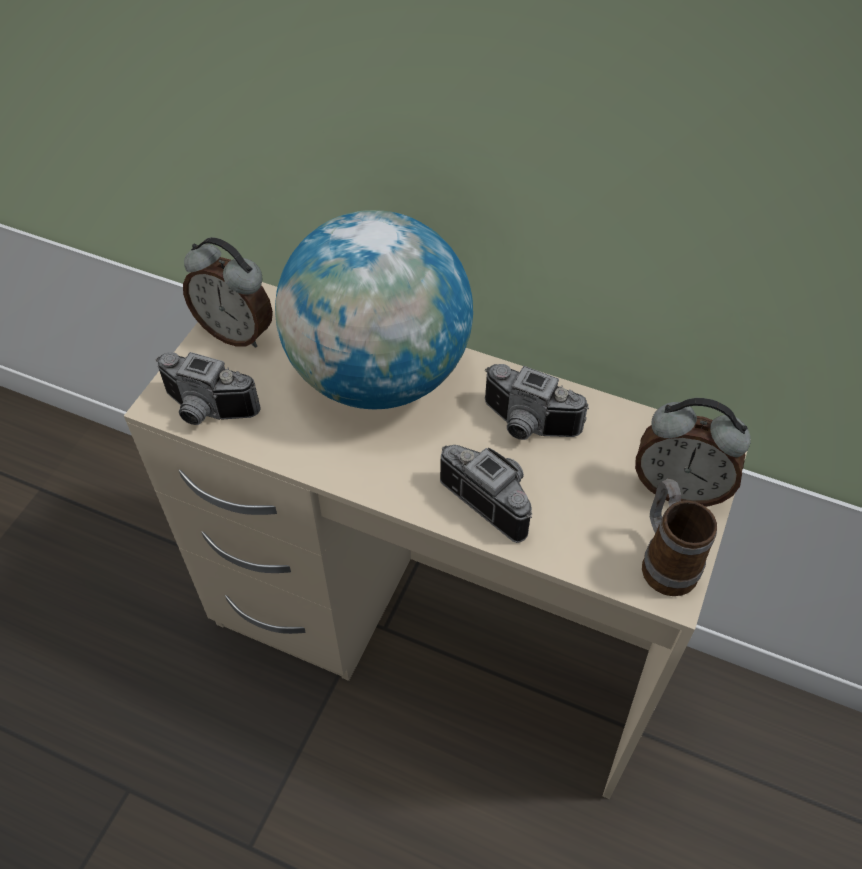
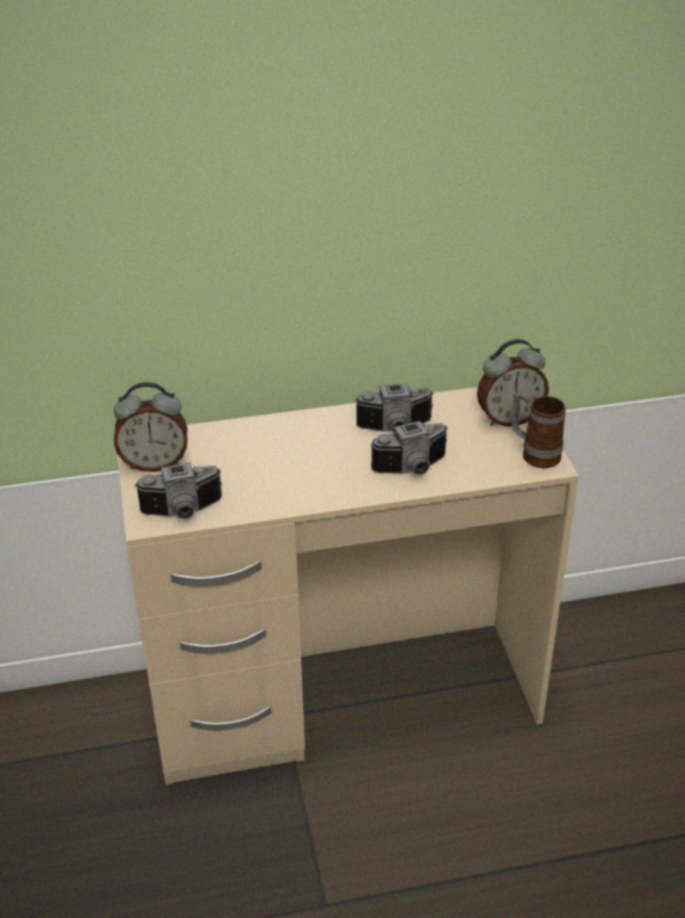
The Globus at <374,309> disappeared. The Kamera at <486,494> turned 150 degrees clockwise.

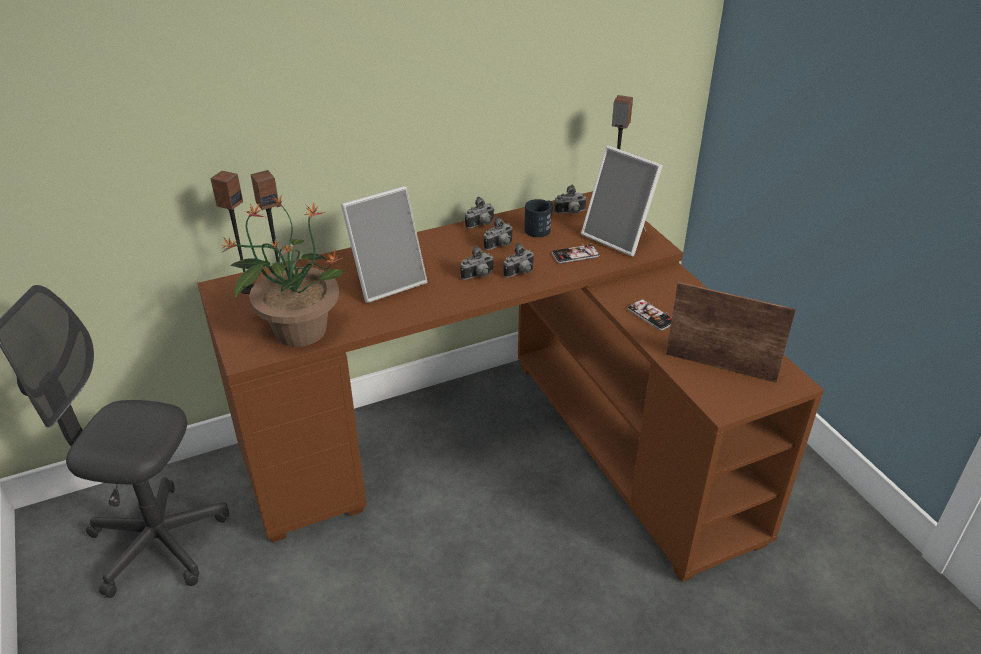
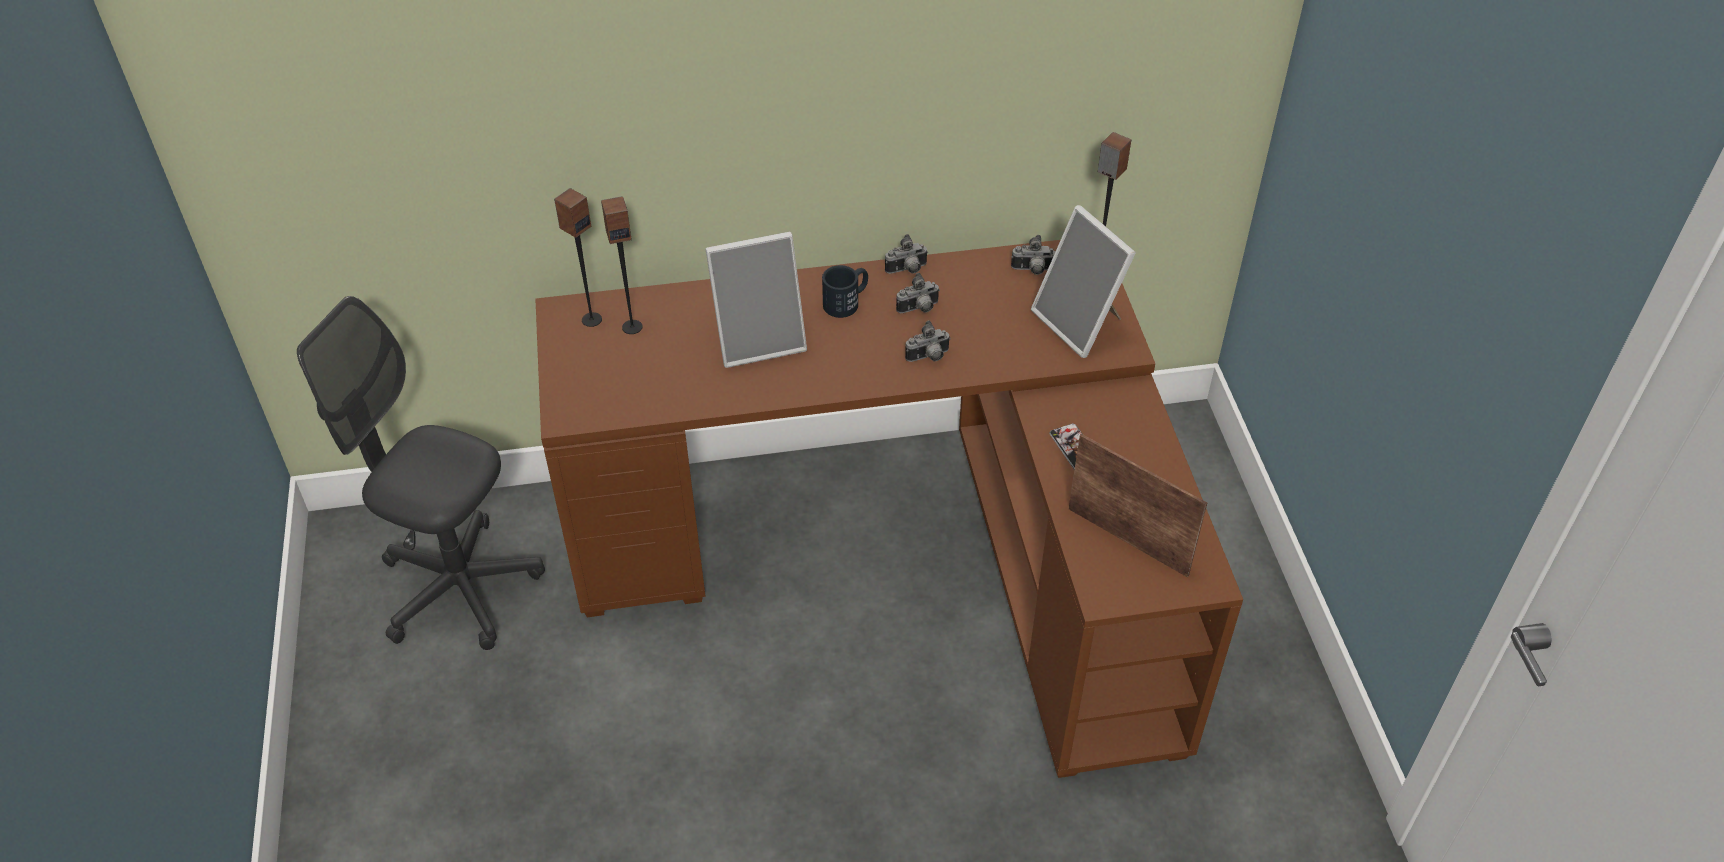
The Topfpflanze at <283,271> disappeared. The Kamera at <477,263> disappeared. The Handy at <576,253> disappeared. The Henkelbecher (schwarz) moved from <538,218> to <845,291>.

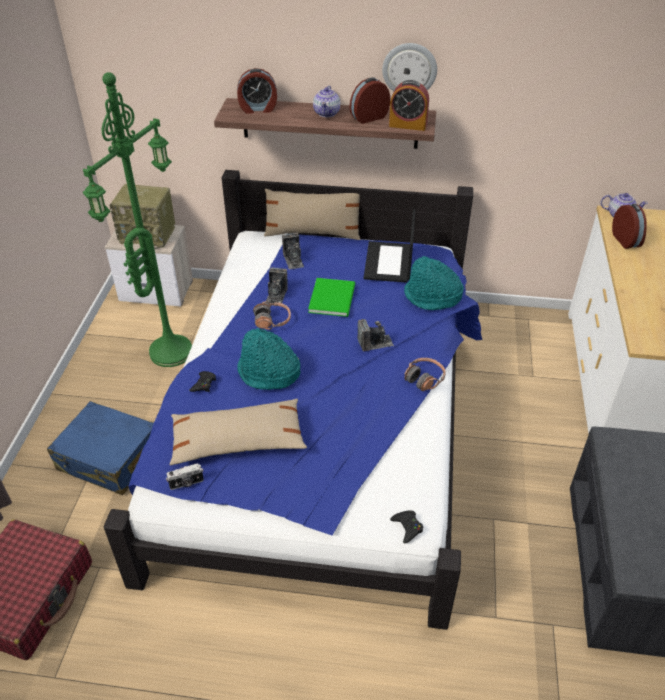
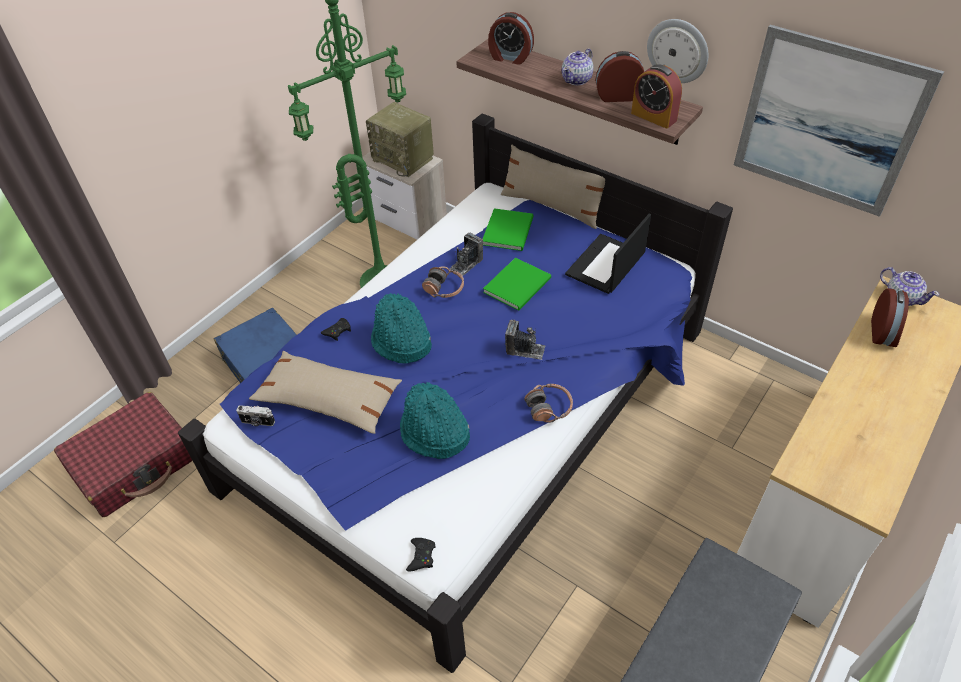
The Bild at <839,121> appeared. The Hut (türkis) moved from <434,283> to <435,420>. The Kamera at <293,251> was replaced by the Buch (grün) at <508,229>.

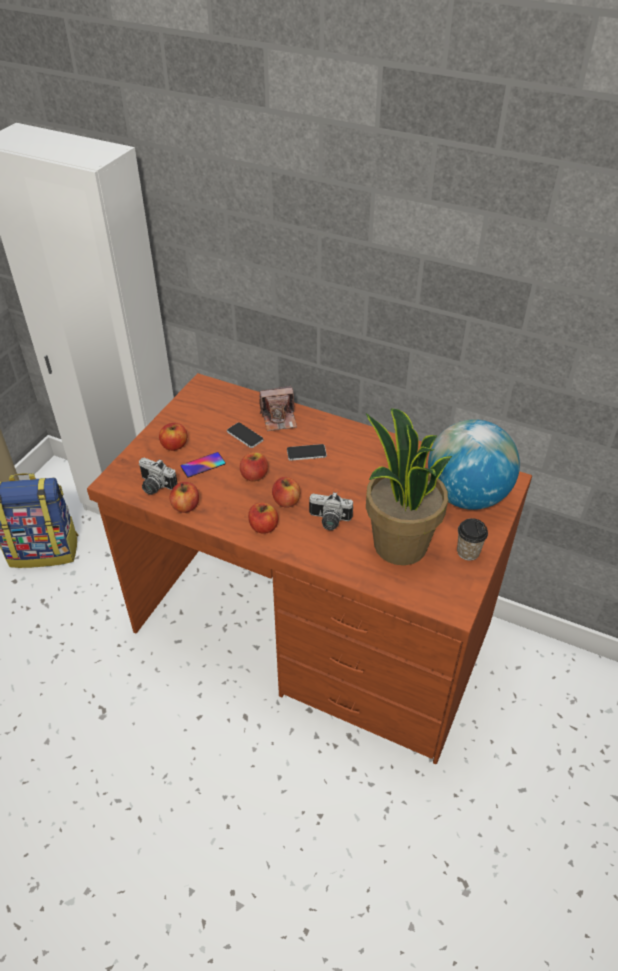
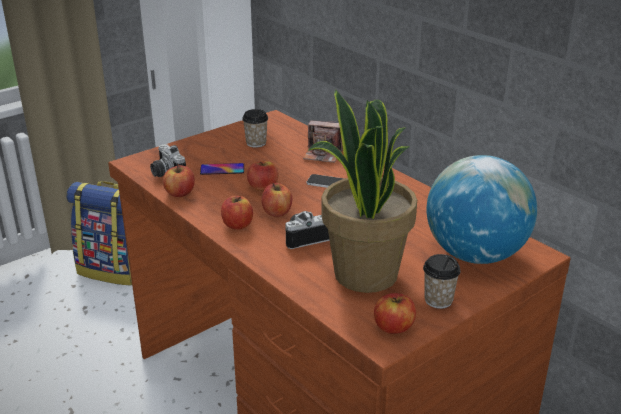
The Handy at <245,435> disappeared. The Tasse at <255,128> appeared. The Apfel moved from <173,437> to <395,313>. The Kamera at <331,511> turned 120 degrees clockwise.

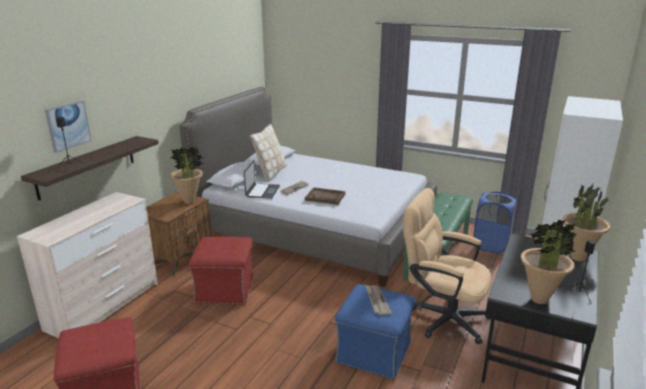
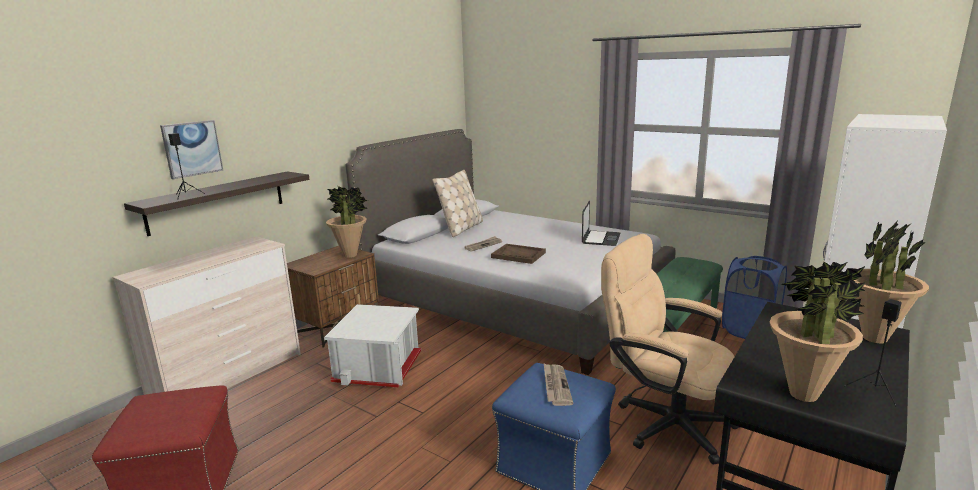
The Laptop moved from <262,179> to <601,223>. The Polsterhocker (rot) at <221,271> was replaced by the Aufbewahrungsbox (weiß) at <372,345>.

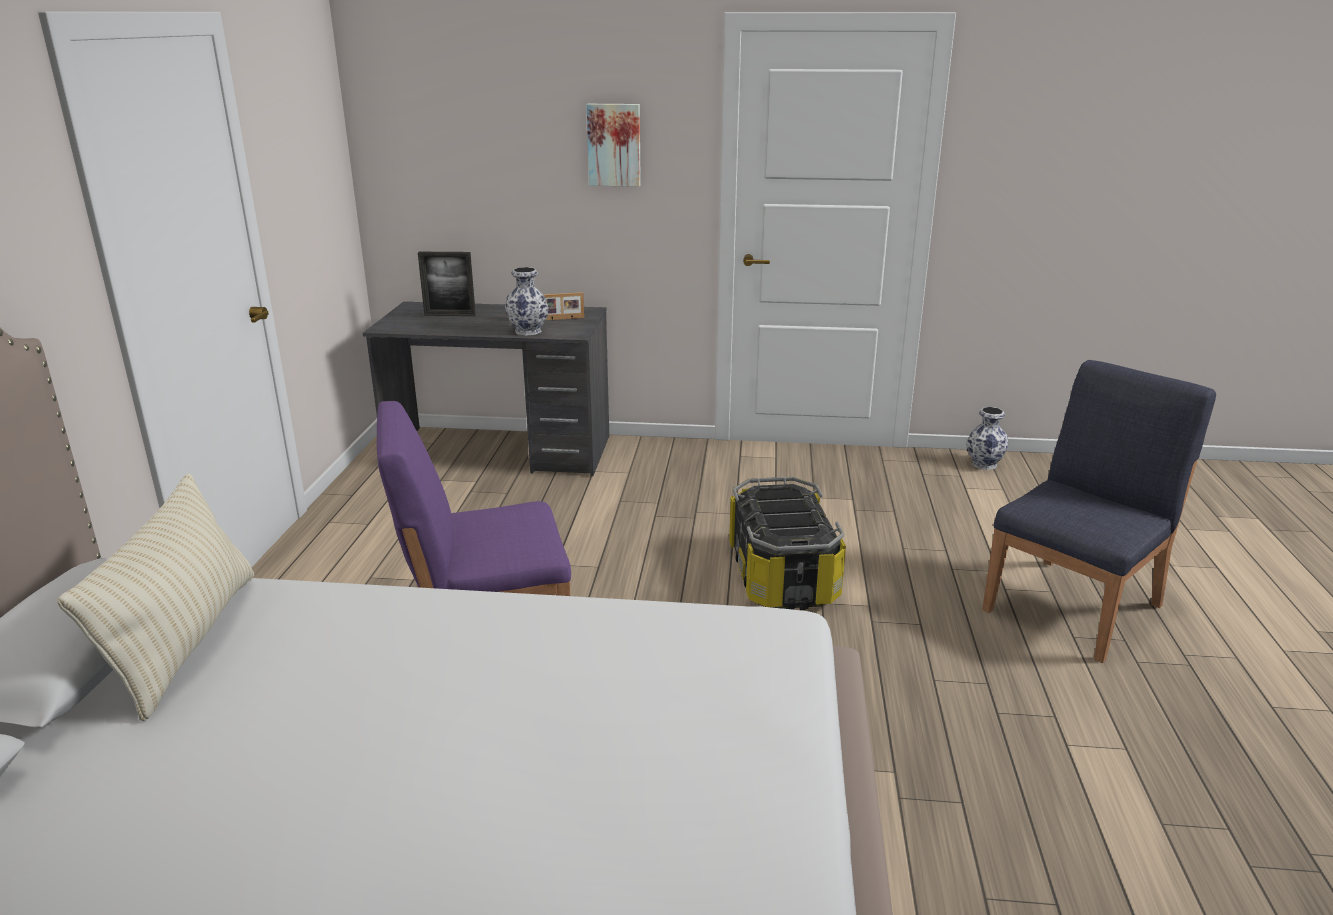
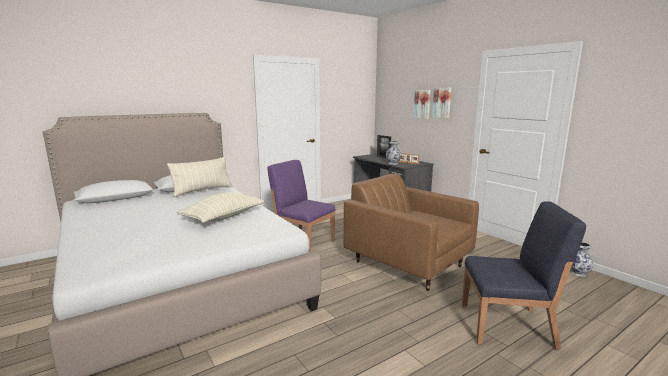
The Kissen (beige) at <220,207> appeared. The Bild at <422,104> appeared. The Aufbewahrungsbox at <787,543> was replaced by the Sessel (braun) at <411,232>.

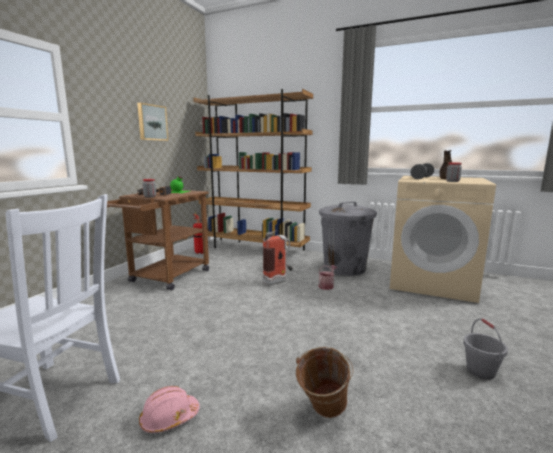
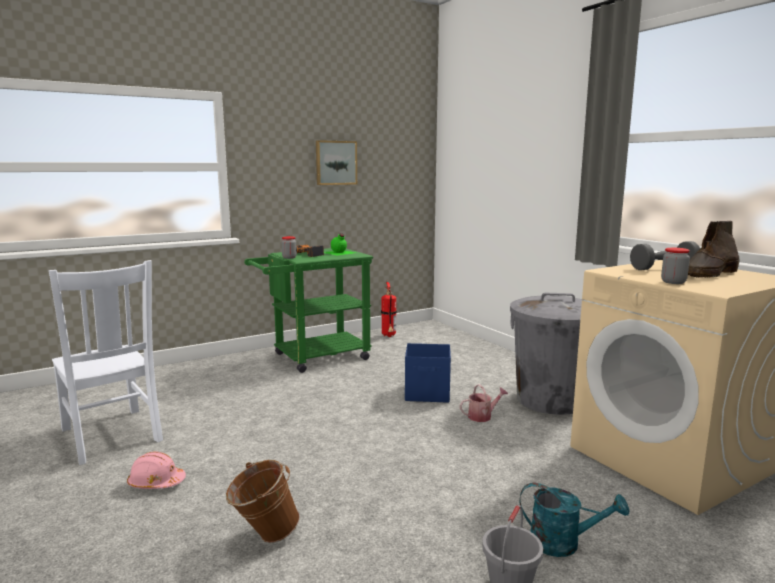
The Bücherregal (braun) at <253,170> disappeared. The Gießkanne (türkis) at <574,520> appeared. The Feuerlöscher at <277,257> was replaced by the Aufbewahrungsbox (blau) at <428,373>. The Rollwagen (braun) at <158,239> became the Rollwagen (grün) at <308,310>.

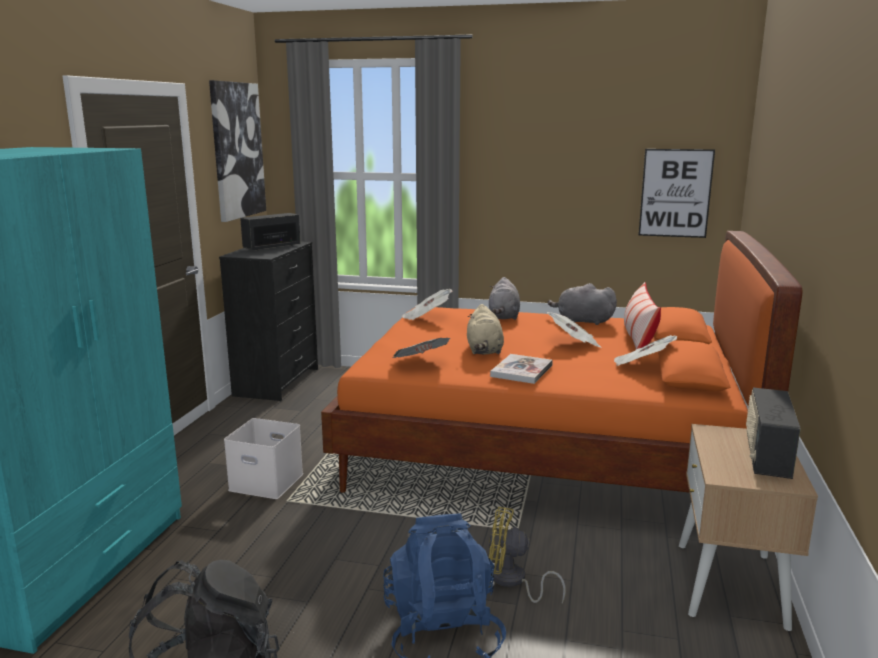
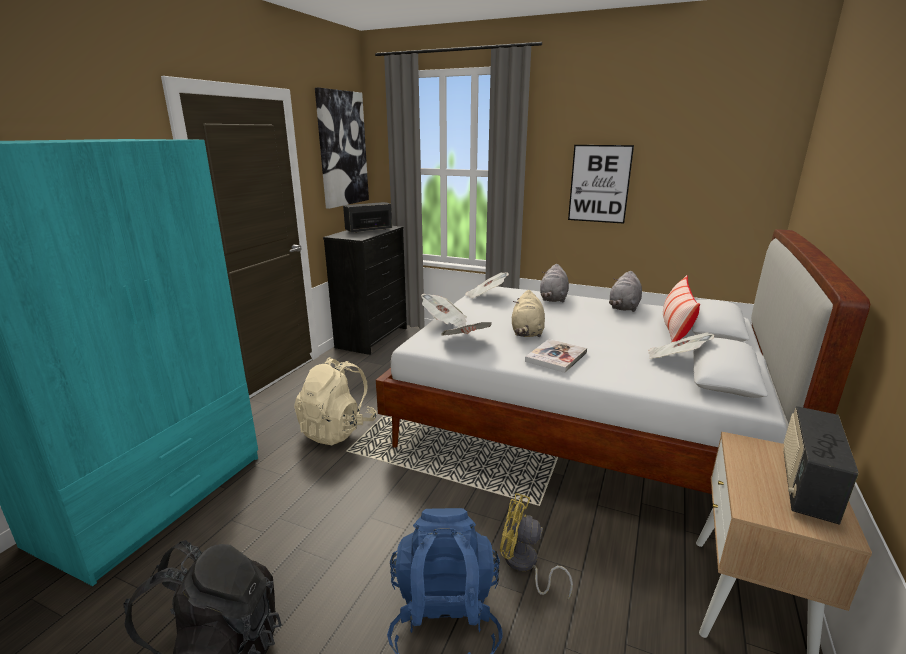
The Zeitung moved from <574,330> to <444,310>. The Bild moved from <677,193> to <601,184>. The Aufbewahrungsbox (weiß) at <263,458> was replaced by the Rucksack (beige) at <335,401>. The Bett (orange) at <562,362> became the Bett (weiß) at <623,361>. The Plüschtier (grau) at <582,304> turned 90 degrees counterclockwise.

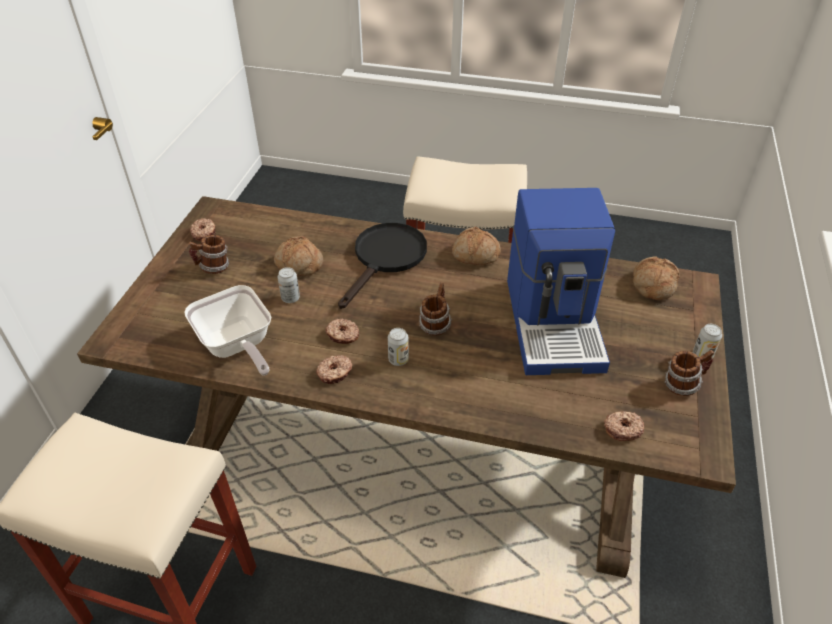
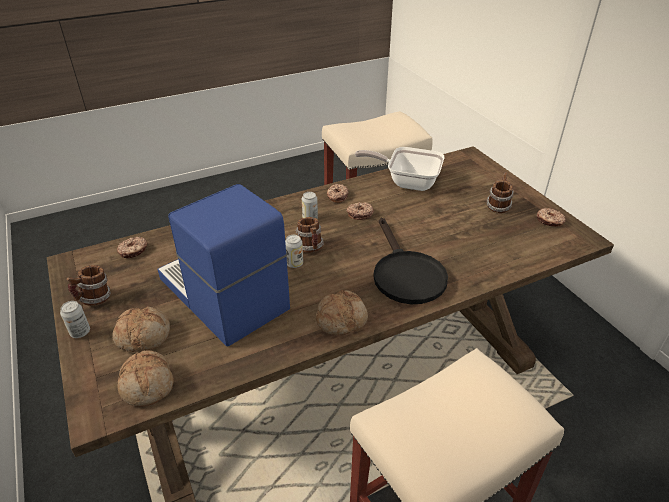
The Brot moved from <298,256> to <141,329>. The Dose moved from <289,285> to <294,251>.

